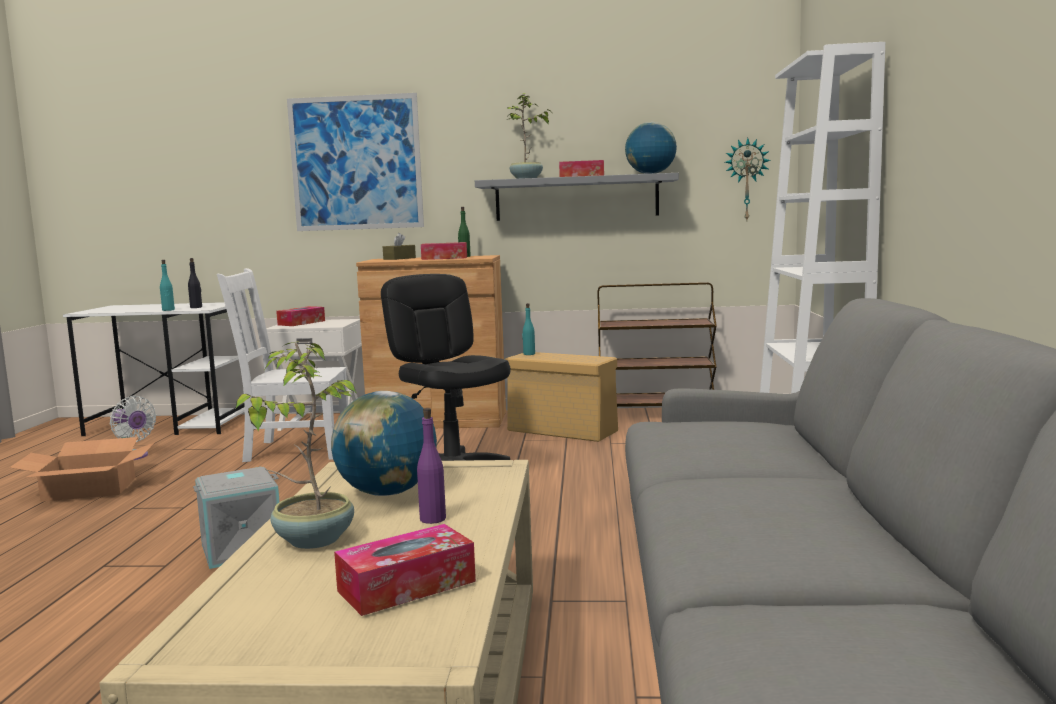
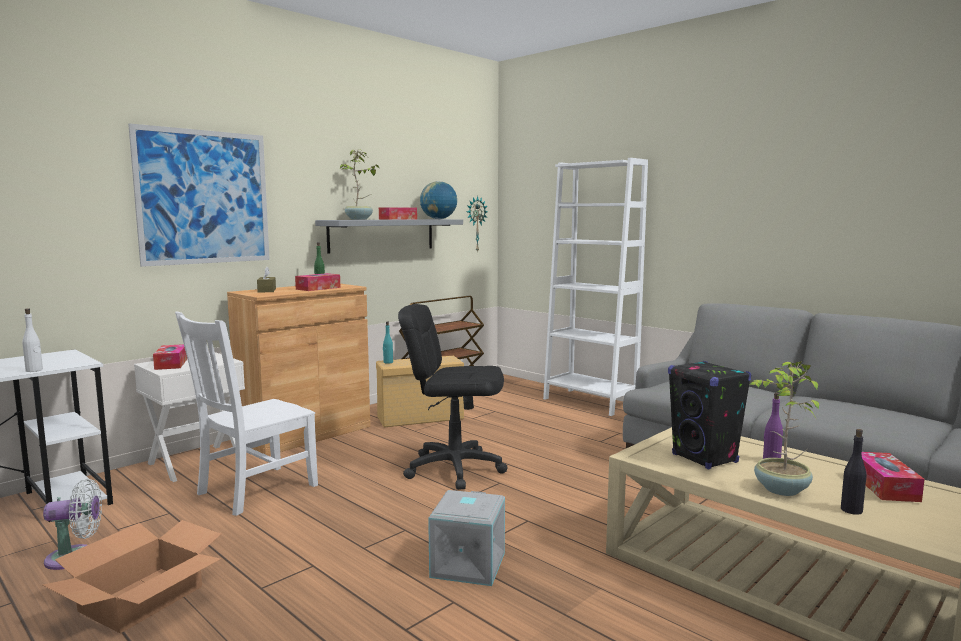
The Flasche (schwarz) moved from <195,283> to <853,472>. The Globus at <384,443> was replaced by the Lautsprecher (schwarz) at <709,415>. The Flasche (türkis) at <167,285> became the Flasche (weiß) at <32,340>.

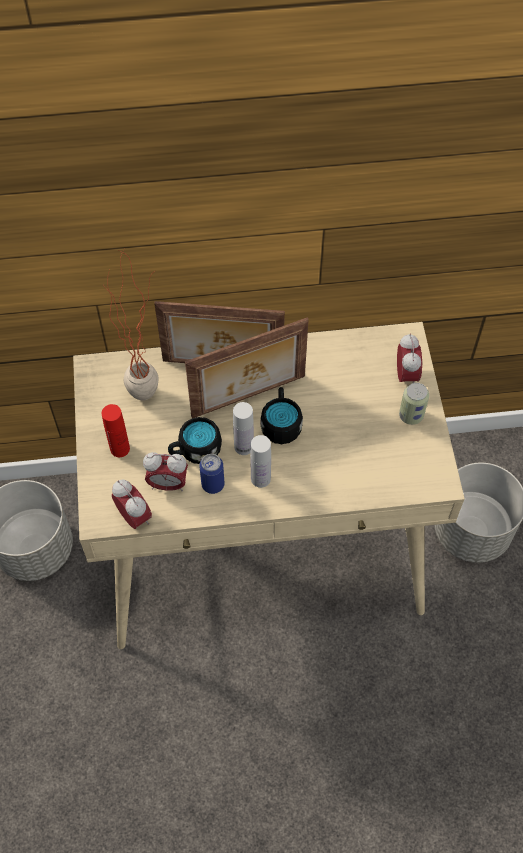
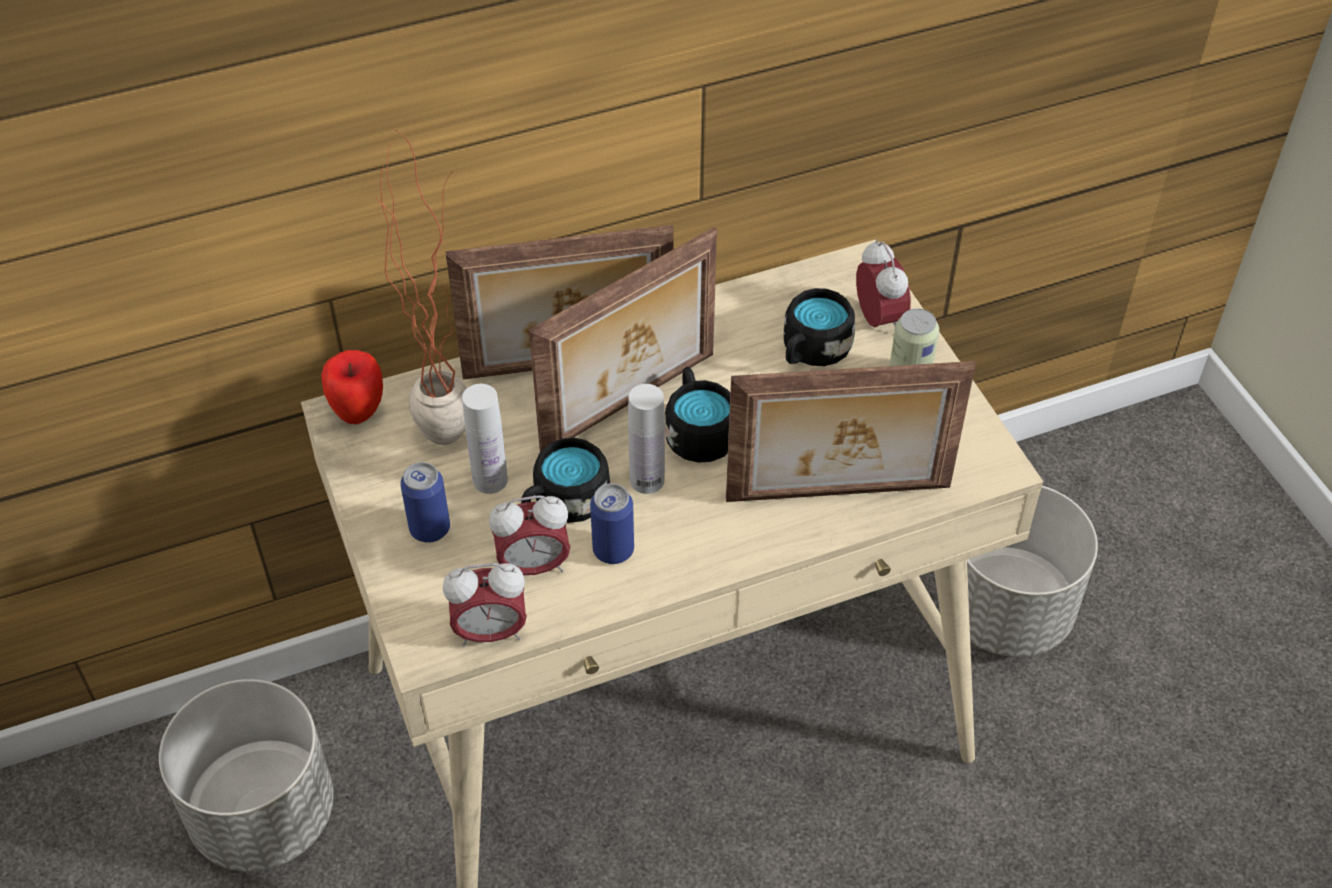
The Apfel at <352,387> appeared. The Bilderrahmen at <851,431> appeared. The Henkelbecher (schwarz) at <819,327> appeared. The Flasche (weiß) moved from <260,461> to <485,439>. The Flasche (rot) at <115,430> was replaced by the Dose at <425,502>. The Wecker at <132,504> turned 135 degrees clockwise.

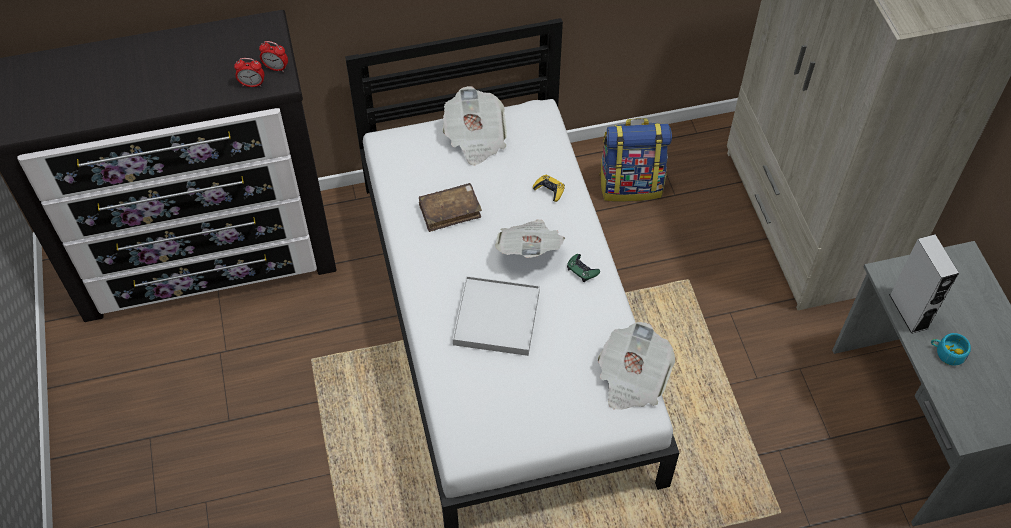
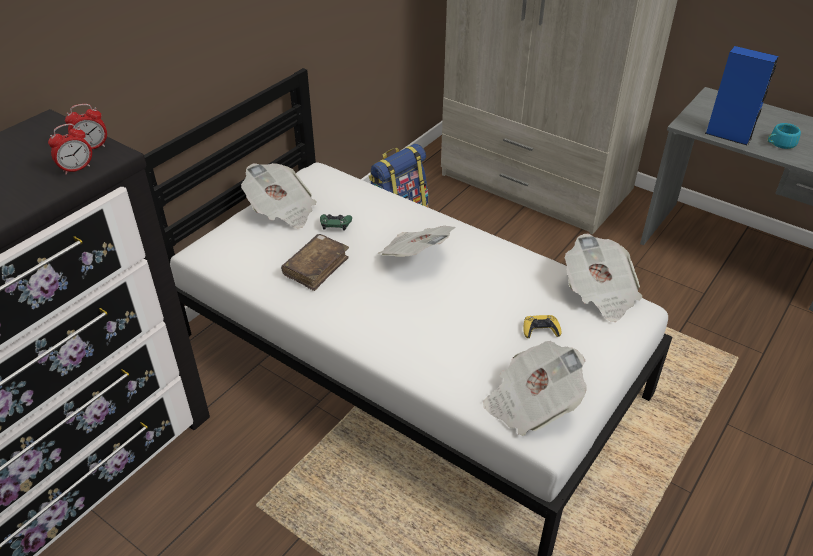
The Tablett (weiß) at <496,316> disappeared. The Zeitung at <535,388> appeared. The Gamepad (gelb) moved from <549,188> to <543,326>. The Gamepad (grün) moved from <583,268> to <336,222>. The Lautsprecher (grau) at <924,284> became the Lautsprecher (blau) at <741,96>.

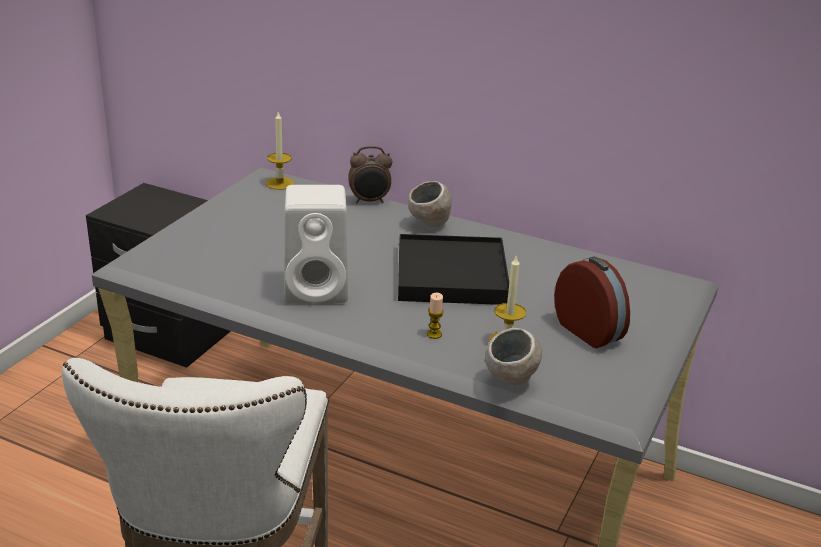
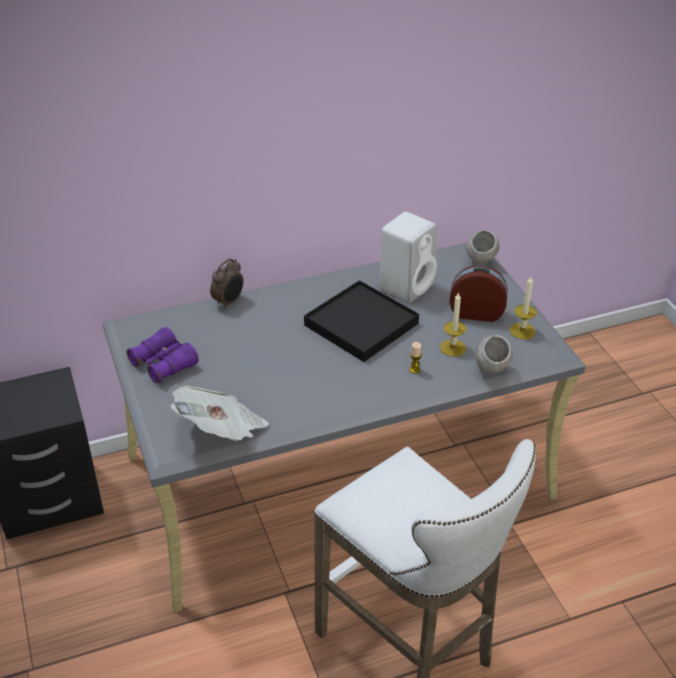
The Fernglas (lila) at <163,355> appeared. The Zeitung at <219,413> appeared. The Kerze moved from <280,150> to <523,307>. The Lautsprecher (weiß) moved from <316,244> to <408,257>. The Schüssel (grau) moved from <430,204> to <483,247>.

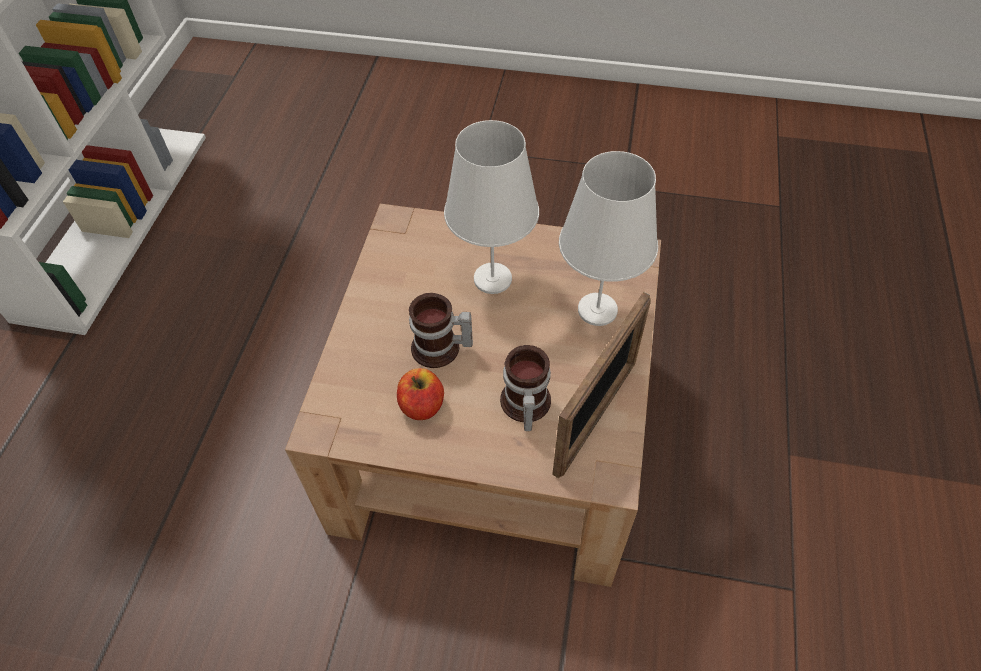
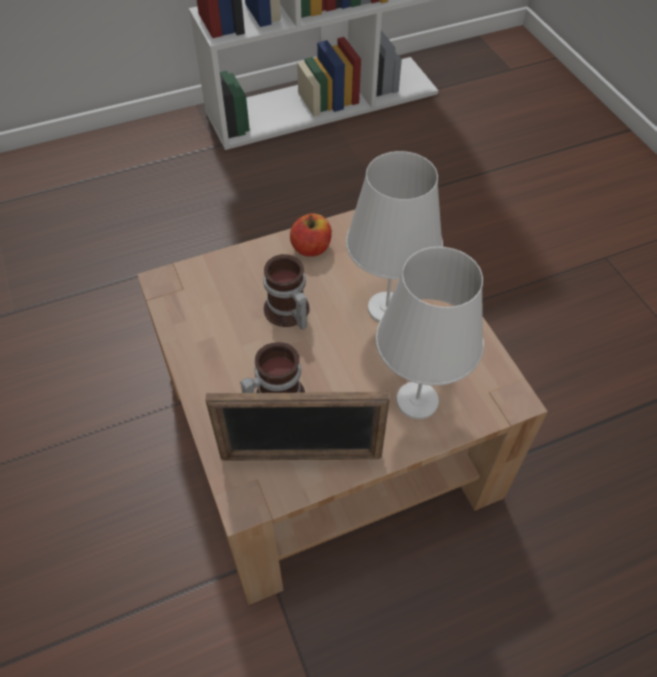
The Apfel moved from <420,394> to <311,235>.

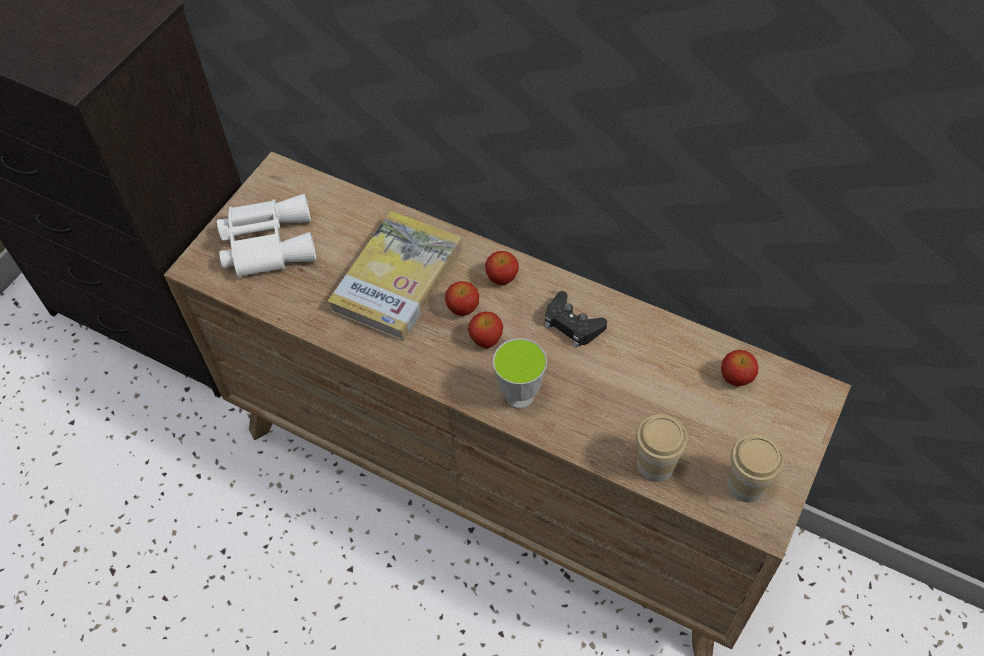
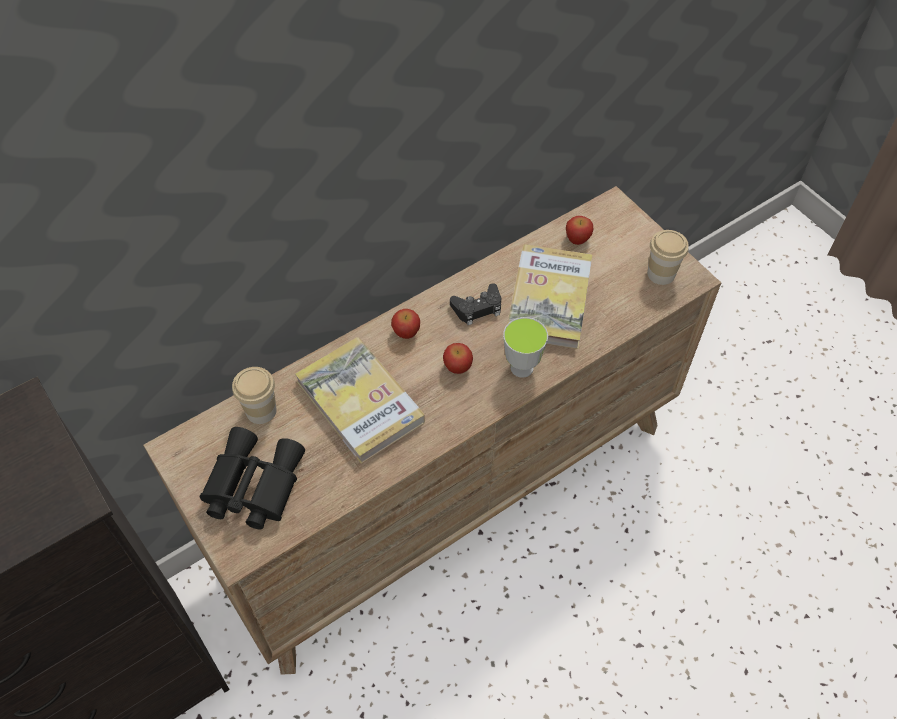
The Apfel at <462,298> disappeared. The Buch at <549,296> appeared. The Tasse moved from <662,448> to <254,395>. The Fernglas (weiß) at <266,236> became the Fernglas (schwarz) at <252,478>.

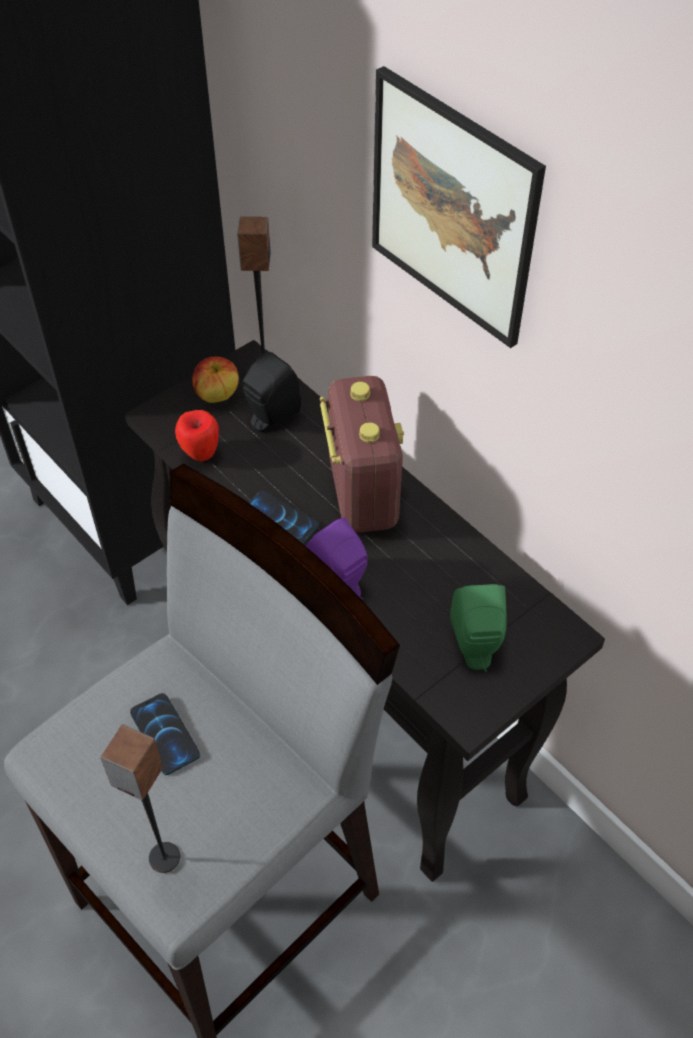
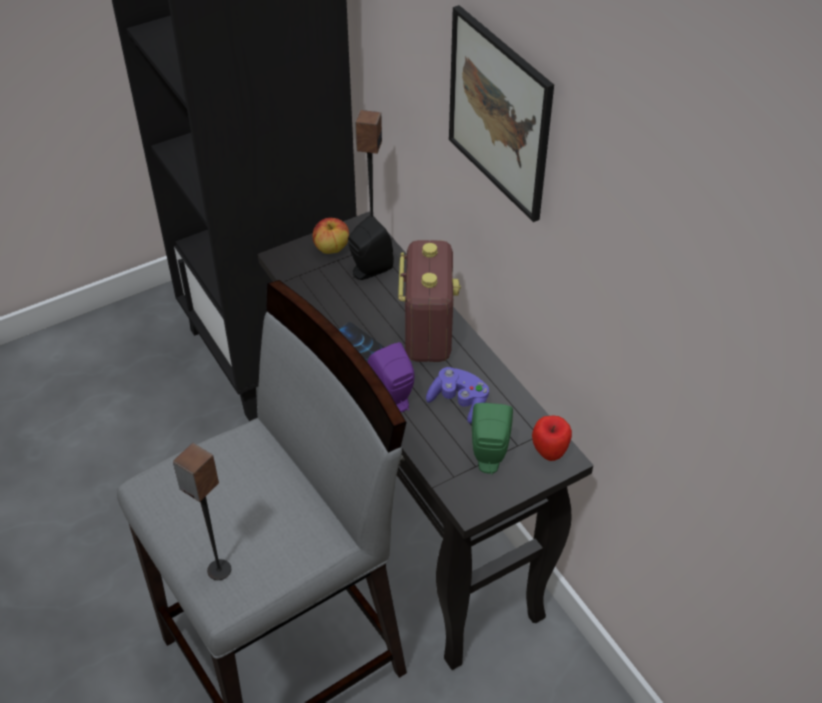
The Handy at <165,734> disappeared. The Gamepad (lila) at <457,395> appeared. The Apfel moved from <197,435> to <552,438>.

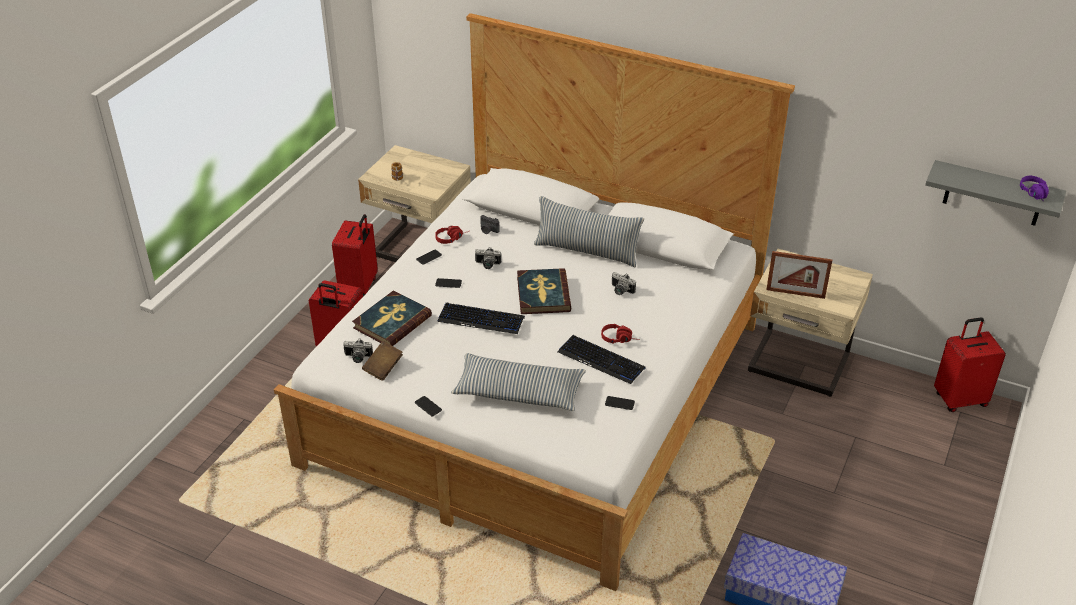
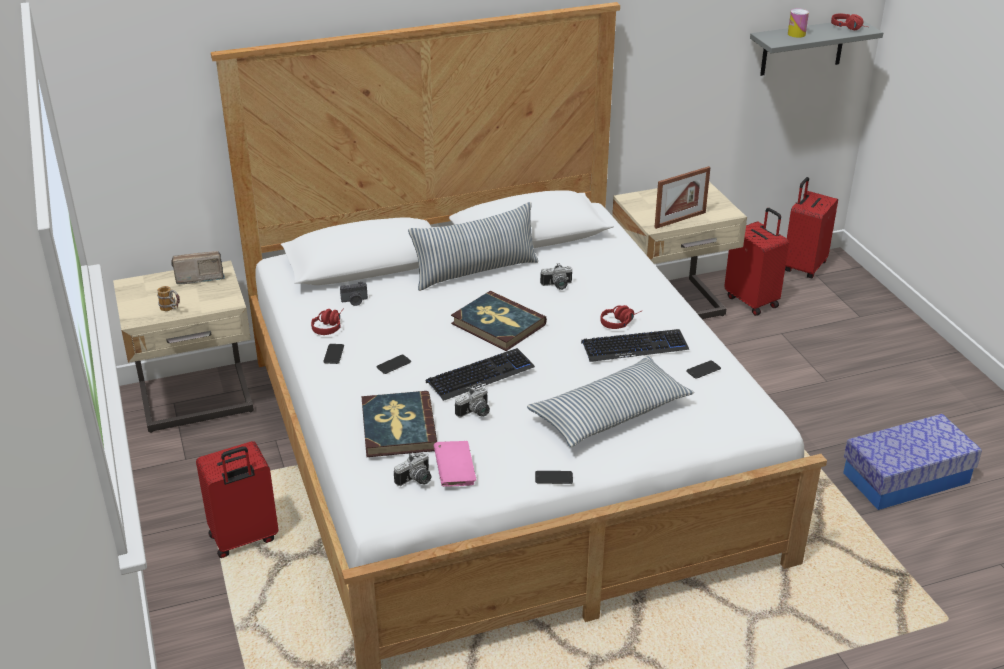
The Radio at <198,267> appeared. The Dose at <798,23> appeared. The Koffer (rot) moved from <355,255> to <756,262>. The Kamera moved from <488,258> to <472,402>. The Buch (braun) at <382,361> became the Buch (rosa) at <455,464>. The Kopfhörer (lila) at <1034,188> became the Kopfhörer (rot) at <849,21>.

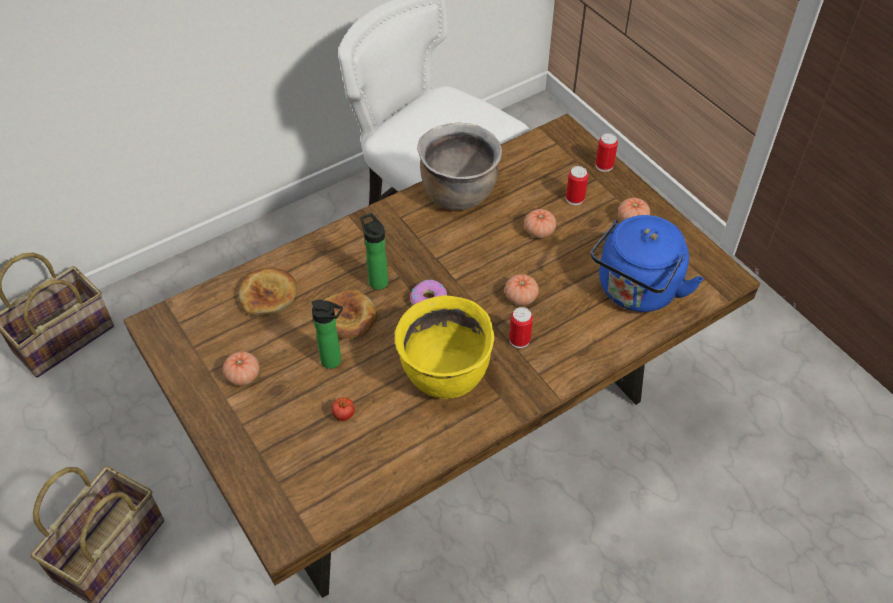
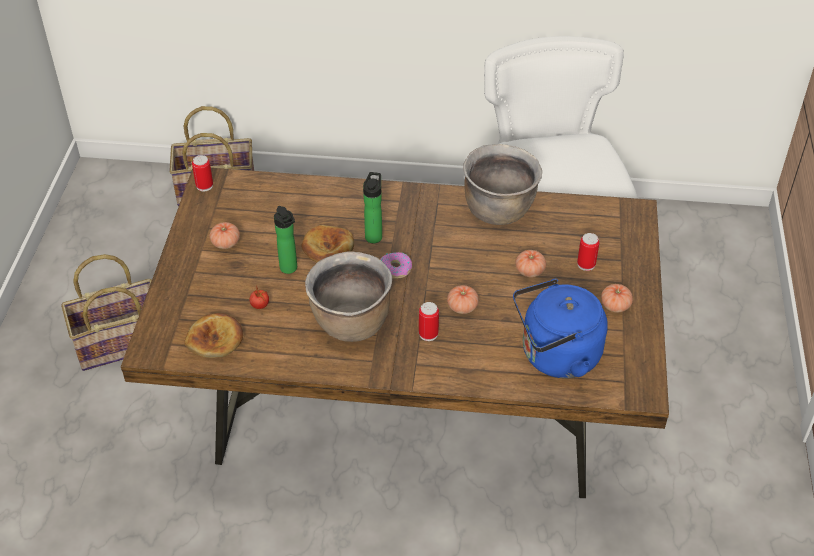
The Brot moved from <268,292> to <213,335>. The Dose moved from <606,152> to <202,173>. The Kochtopf (gelb) at <444,347> became the Kochtopf (braun) at <348,296>.

